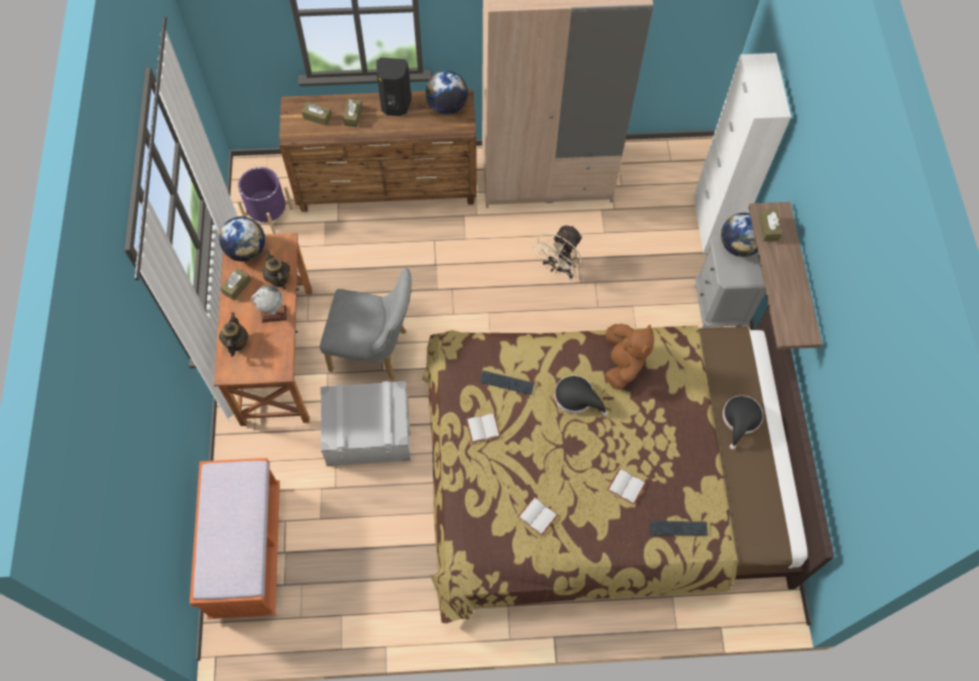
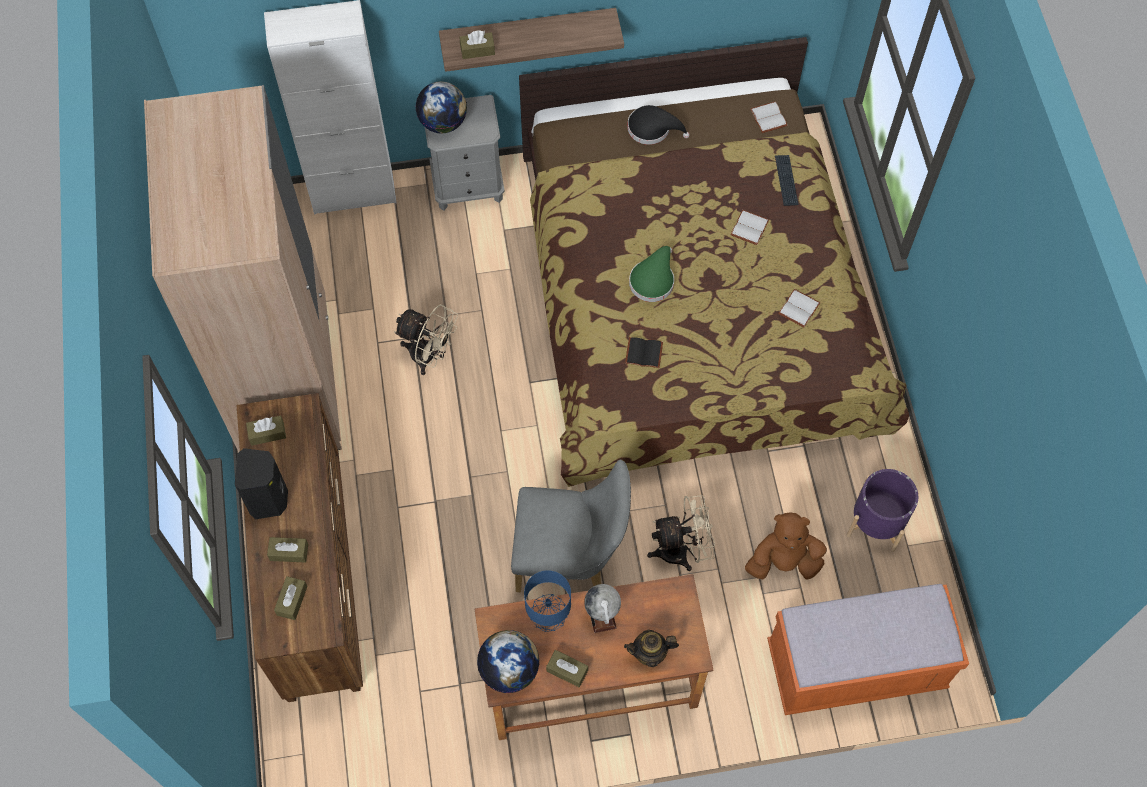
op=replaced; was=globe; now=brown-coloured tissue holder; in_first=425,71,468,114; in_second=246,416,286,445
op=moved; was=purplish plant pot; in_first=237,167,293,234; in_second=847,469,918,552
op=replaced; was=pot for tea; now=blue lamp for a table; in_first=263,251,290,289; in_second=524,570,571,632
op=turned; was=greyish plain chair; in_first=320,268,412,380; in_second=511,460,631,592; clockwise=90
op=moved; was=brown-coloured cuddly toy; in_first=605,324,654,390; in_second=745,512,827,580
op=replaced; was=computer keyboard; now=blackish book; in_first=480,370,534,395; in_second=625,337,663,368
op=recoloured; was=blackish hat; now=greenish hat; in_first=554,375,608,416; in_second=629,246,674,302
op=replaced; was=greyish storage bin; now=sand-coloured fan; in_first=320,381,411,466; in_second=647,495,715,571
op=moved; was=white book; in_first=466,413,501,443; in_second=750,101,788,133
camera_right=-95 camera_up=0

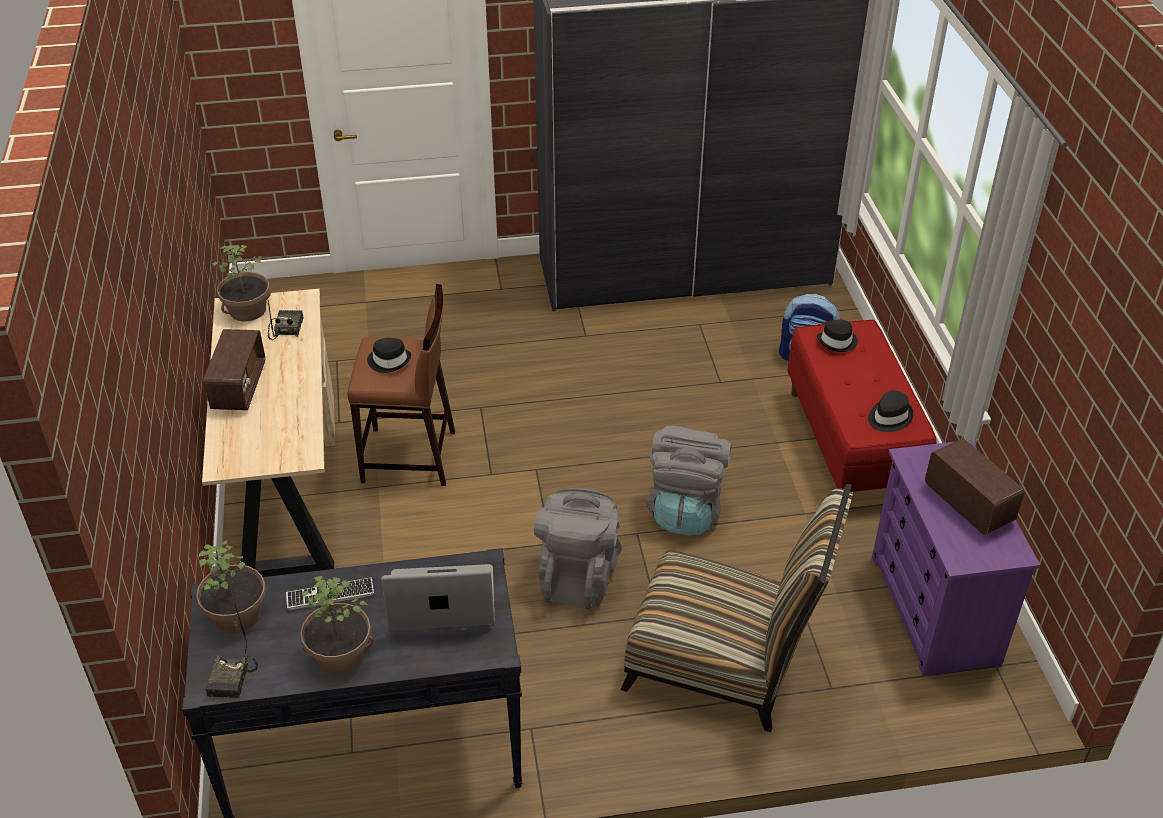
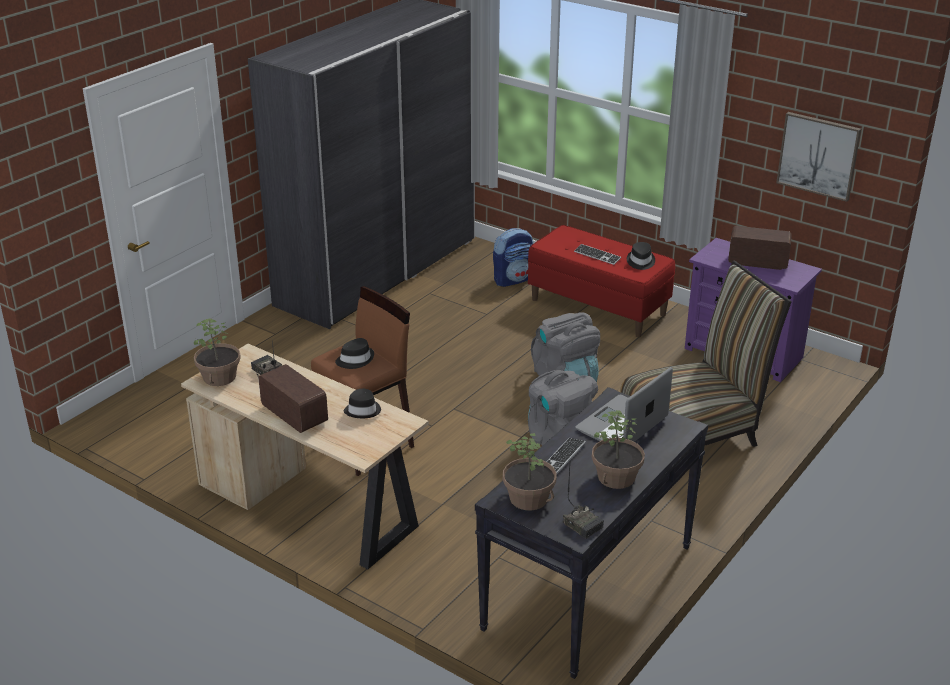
op=moved; was=blackish hat; in_first=817,319,858,352; in_second=344,389,381,418
op=added; now=wall art; in_second=776,112,861,202
op=added; now=computer keyboard; in_second=574,244,621,265
camera_right=-45 camera_up=-10

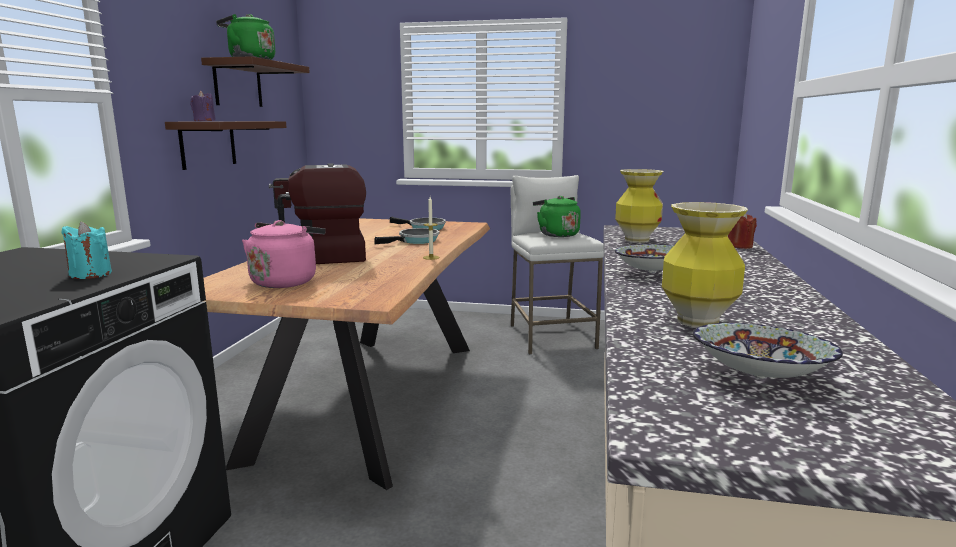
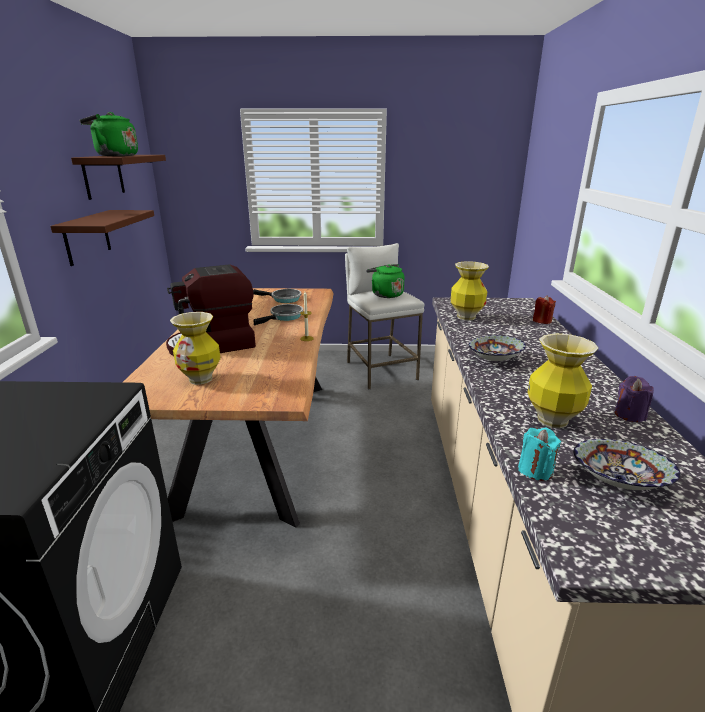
op=moved; was=purplish wax light; in_first=190,91,216,121; in_second=615,376,654,422
op=replaced; was=pink kettle; now=flower vase; in_first=242,220,326,288; in_second=170,312,221,385
op=moved; was=turquoise-coloured wax light; in_first=61,222,112,279; in_second=518,428,561,481
camera_right=-10 camera_up=10

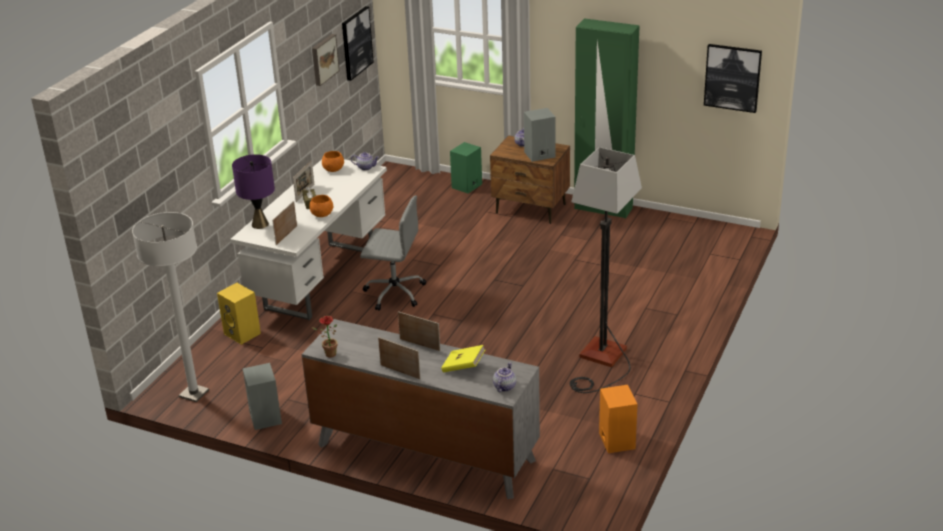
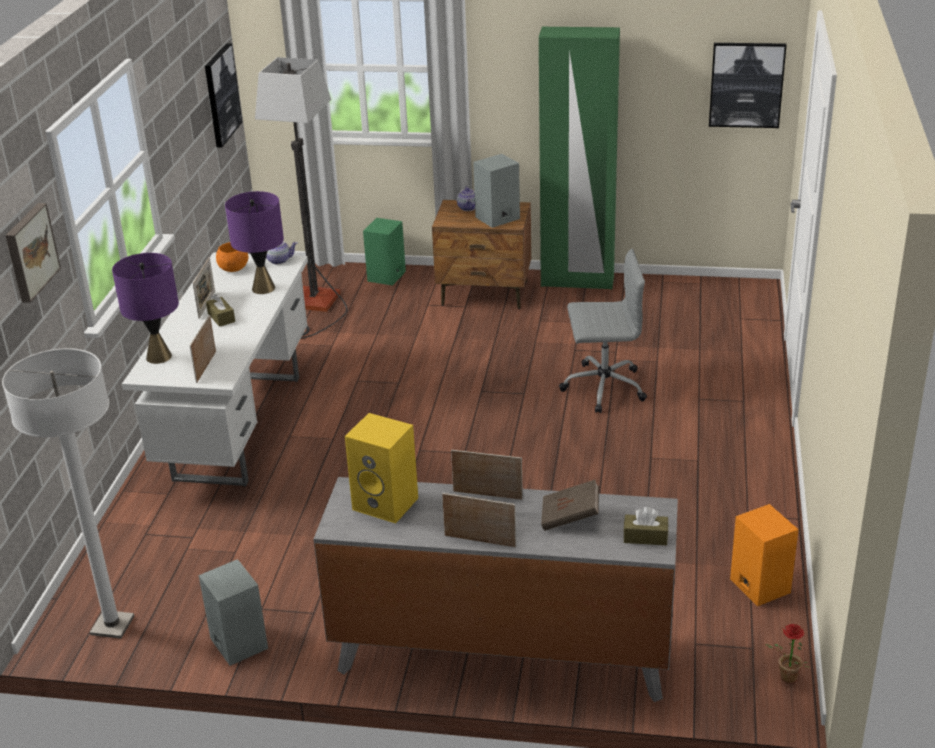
op=moved; was=wall art; in_first=312,34,340,86; in_second=5,203,61,303
op=moved; was=standard lamp; in_first=570,147,642,393; in_second=255,57,347,339
op=removed; was=orange-coloured serving bowl; in_first=309,195,333,217
op=moved; was=greyish desk chair; in_first=360,195,426,311; in_second=559,249,647,413
op=moved; was=yellow audio speaker; in_first=217,283,261,345; in_second=345,413,418,523
op=moved; was=plant in a pot; in_first=312,316,338,357; in_second=765,624,810,683
op=recoloured; was=yellow book; now=brown-coloured book; in_first=441,345,486,372; in_second=541,480,599,531
op=replaced; was=pot for tea; now=brown-coloured tissue holder; in_first=493,362,516,392; in_second=623,507,668,545
op=added; now=purplish lamp for a table; in_second=225,191,284,294
camera_right=-15 camera_up=0

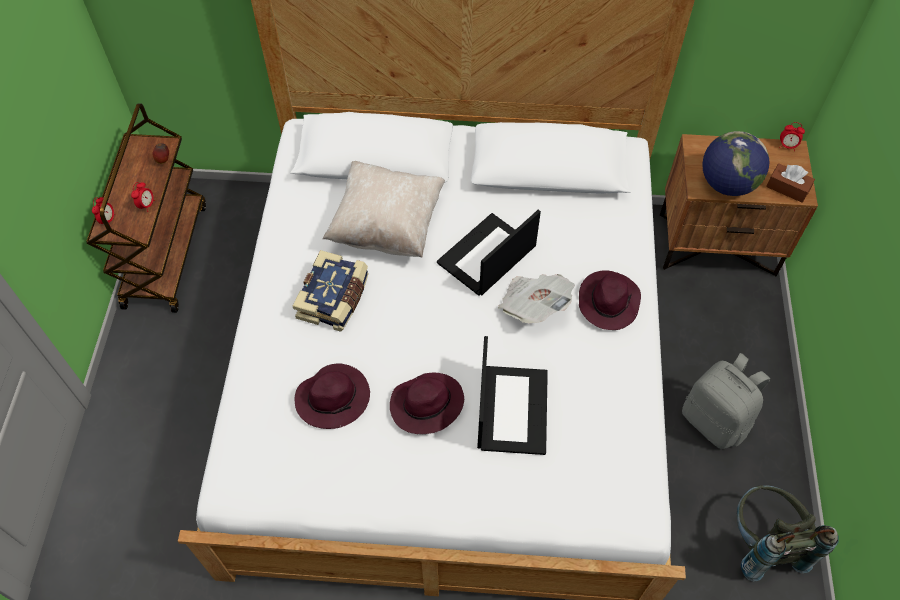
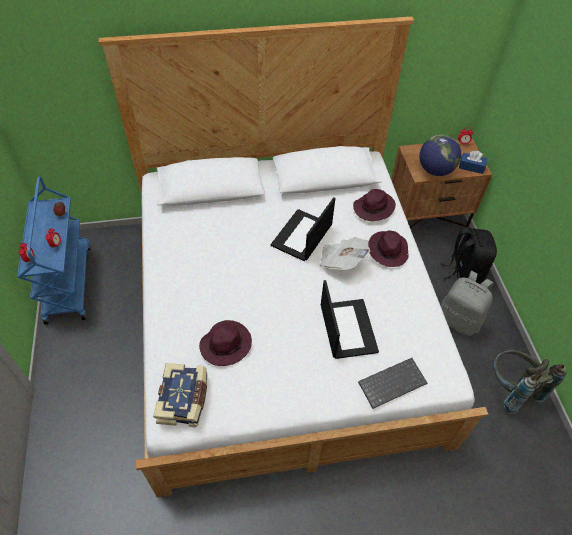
op=recoloured; was=brown-coloured trolley; now=blue trolley; in_first=86,103,206,313; in_second=17,177,90,325
op=removed; was=sand-coloured cushion; in_first=323,161,445,258
op=recoloured; was=brown-coloured tissue holder; now=blue tissue holder; in_first=766,163,815,203; in_second=459,151,487,174
op=moved; was=book; in_first=293,250,369,332; in_second=153,363,208,427
op=moved; was=purplish hat; in_first=390,373,464,434; in_second=353,189,396,221
op=added; now=blackish backpack; in_second=440,228,497,284
op=added; now=computer keyboard; in_second=358,358,427,409
camera_right=-15 camera_up=-5

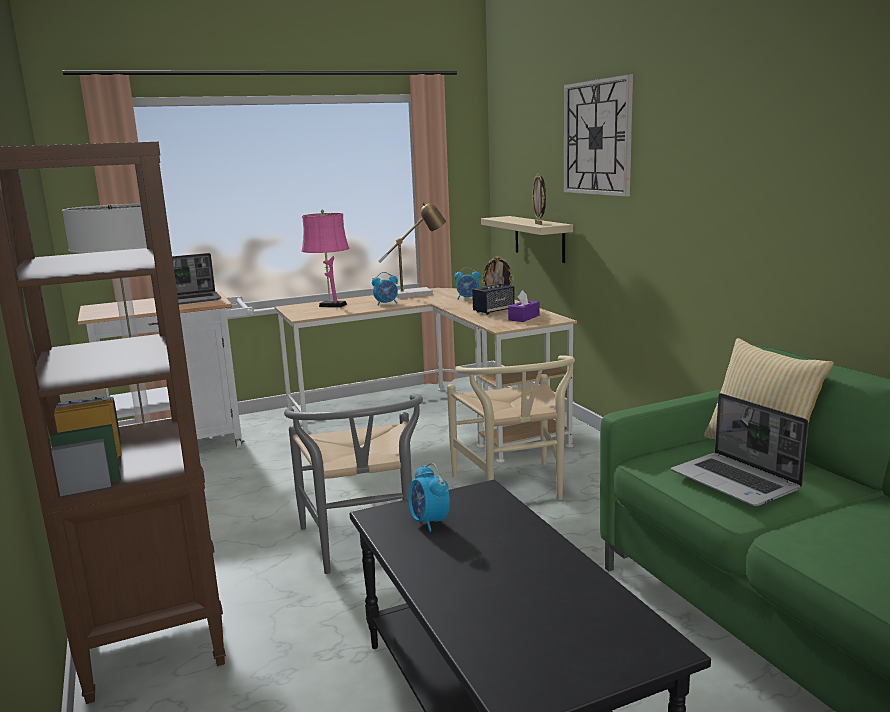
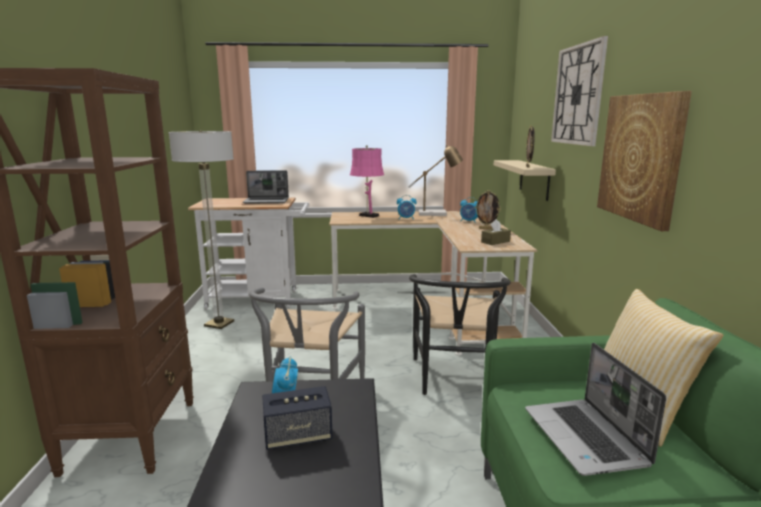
op=moved; was=audio speaker; in_first=472,284,515,315; in_second=262,386,333,450
op=recoloured; was=purplish tissue holder; now=brown-coloured tissue holder; in_first=508,290,539,322; in_second=481,219,511,245
op=recoloured; was=sand-coloured plain chair; now=blackish plain chair; in_first=447,355,575,500; in_second=409,274,511,395
op=added; now=wall art; in_second=597,91,692,231
camera_right=20 camera_up=0

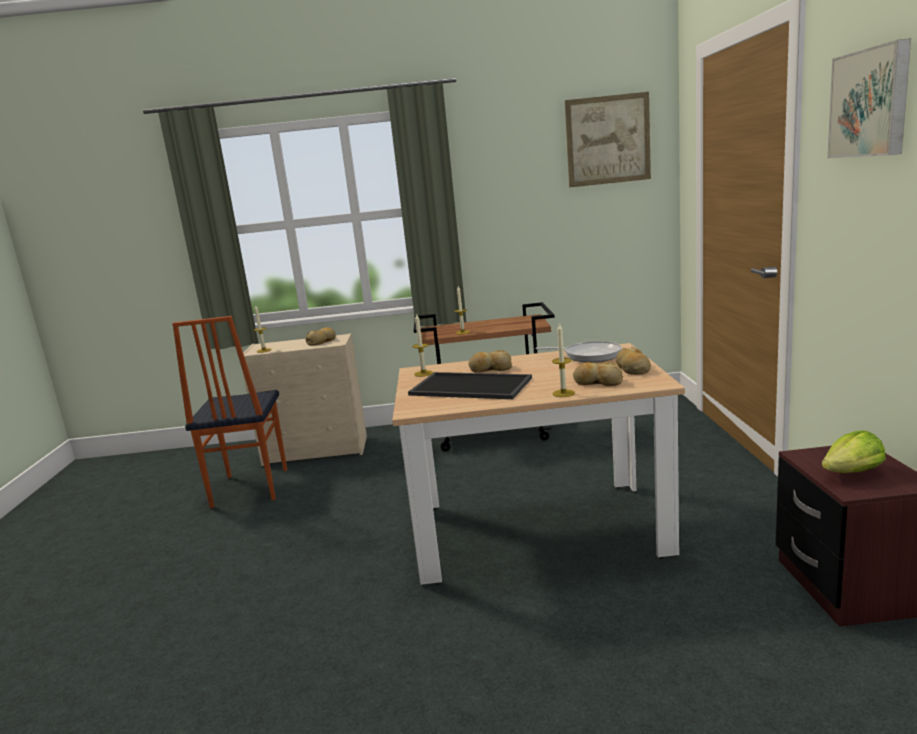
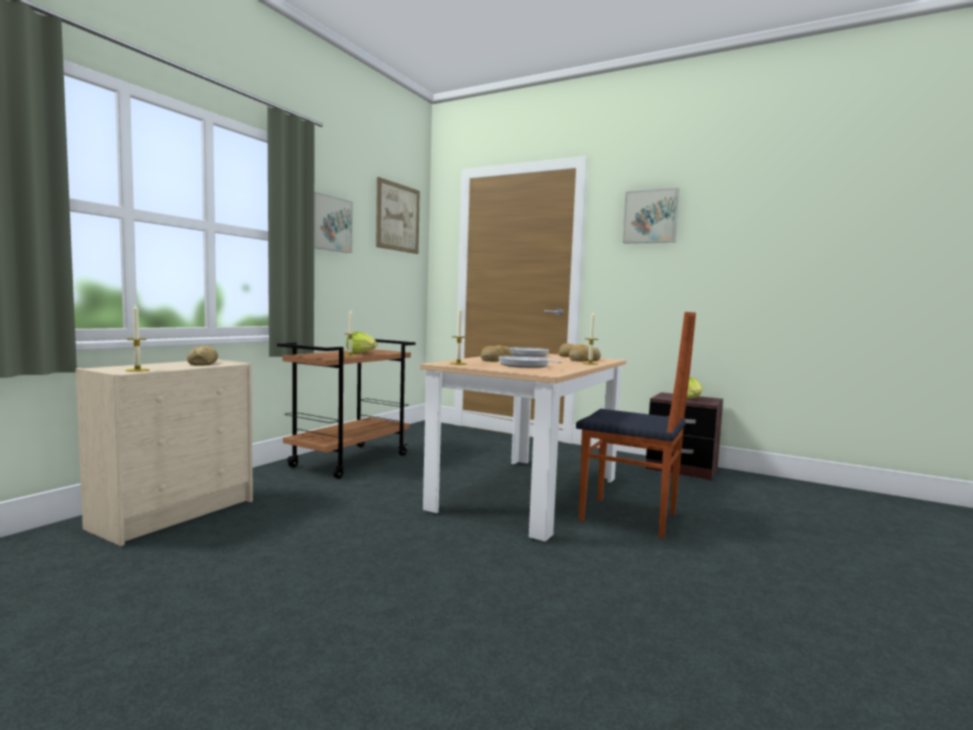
op=moved; was=plain chair; in_first=172,316,287,508; in_second=576,312,696,539
op=replaced; was=serving tray; now=pan; in_first=408,372,532,399; in_second=499,356,562,368
op=added; now=wall art; in_second=314,192,353,253
op=added; now=lettuce; in_second=346,332,377,353
camera_right=-60 camera_up=-10

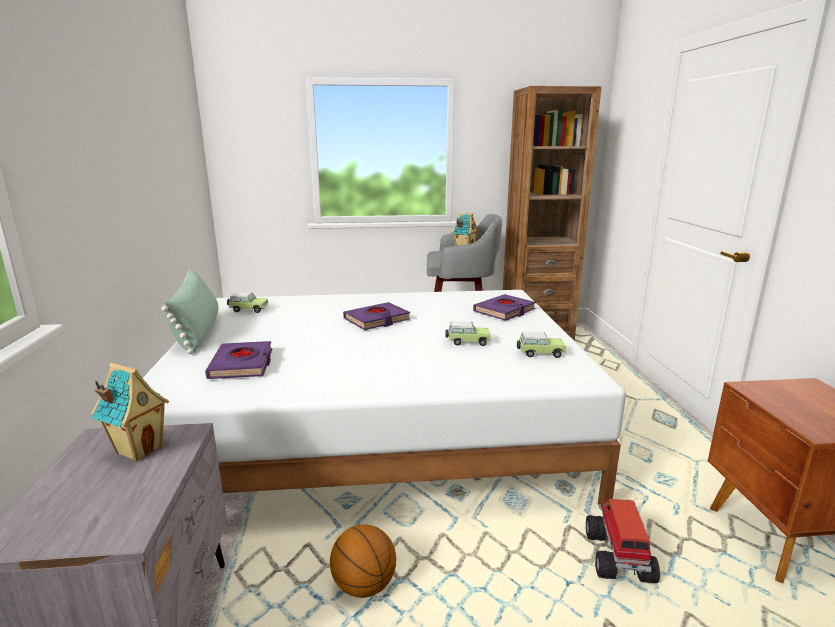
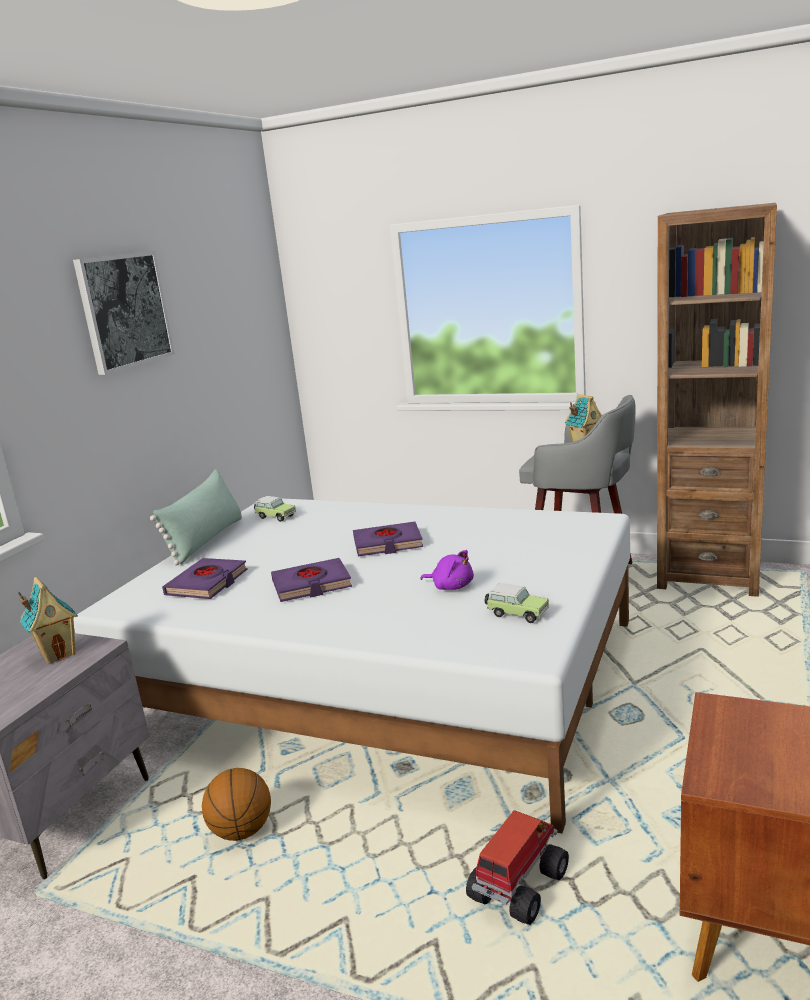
op=moved; was=purplish book; in_first=473,294,536,321; in_second=271,558,352,602
op=replaced; was=toy car; now=purplish cuddly toy; in_first=445,321,491,346; in_second=420,550,474,590
op=added; now=wall art; in_second=73,251,175,375
camera_right=30 camera_up=0

